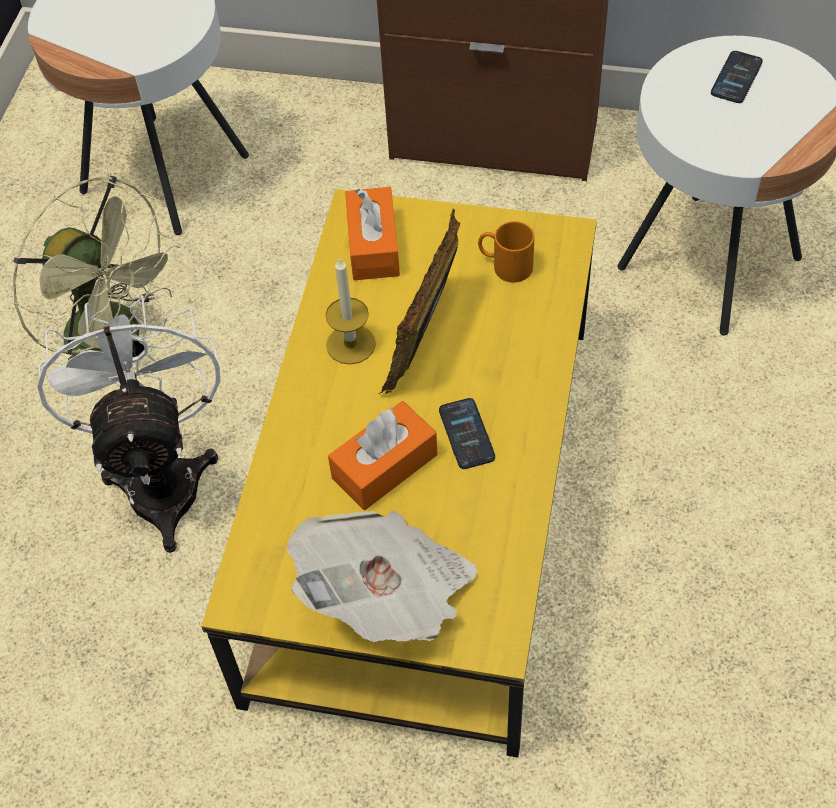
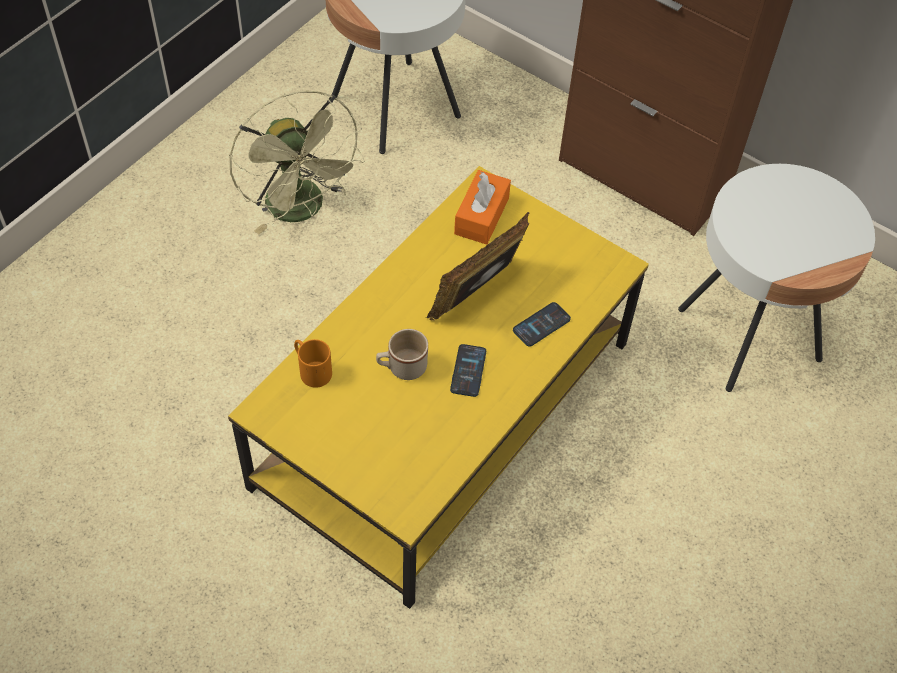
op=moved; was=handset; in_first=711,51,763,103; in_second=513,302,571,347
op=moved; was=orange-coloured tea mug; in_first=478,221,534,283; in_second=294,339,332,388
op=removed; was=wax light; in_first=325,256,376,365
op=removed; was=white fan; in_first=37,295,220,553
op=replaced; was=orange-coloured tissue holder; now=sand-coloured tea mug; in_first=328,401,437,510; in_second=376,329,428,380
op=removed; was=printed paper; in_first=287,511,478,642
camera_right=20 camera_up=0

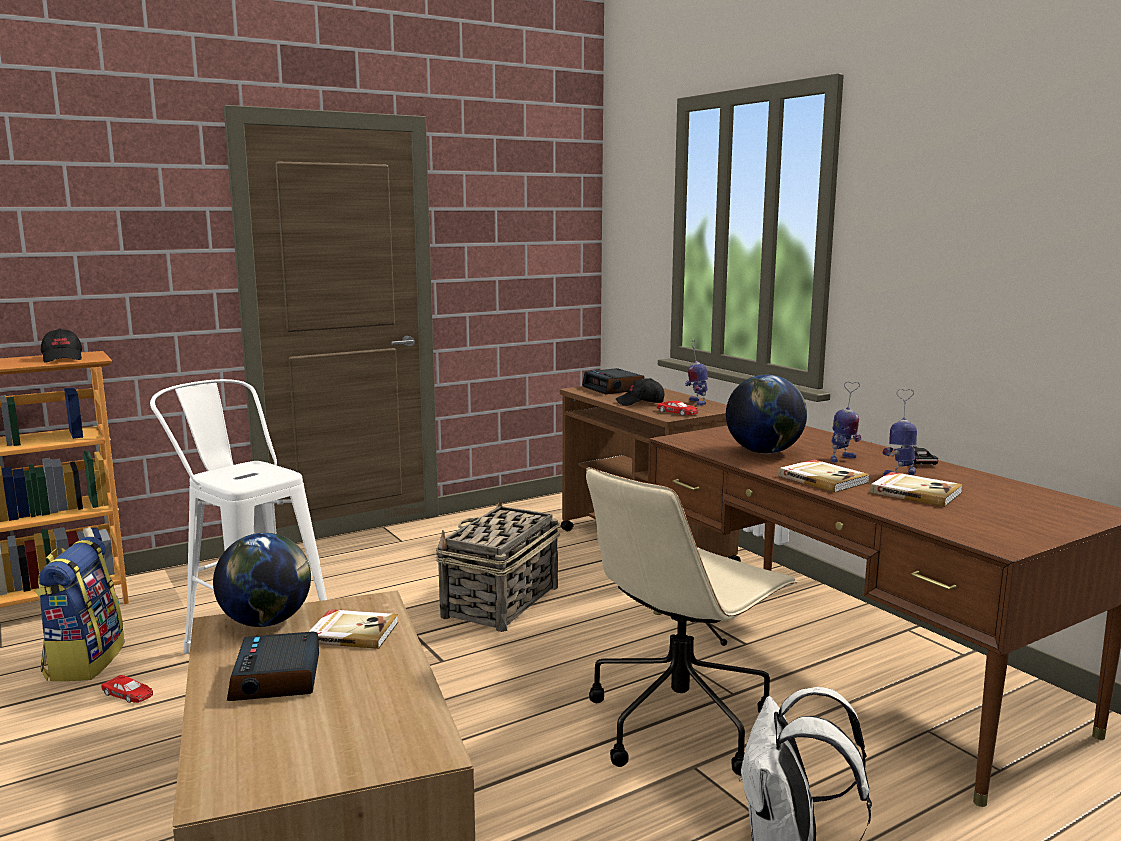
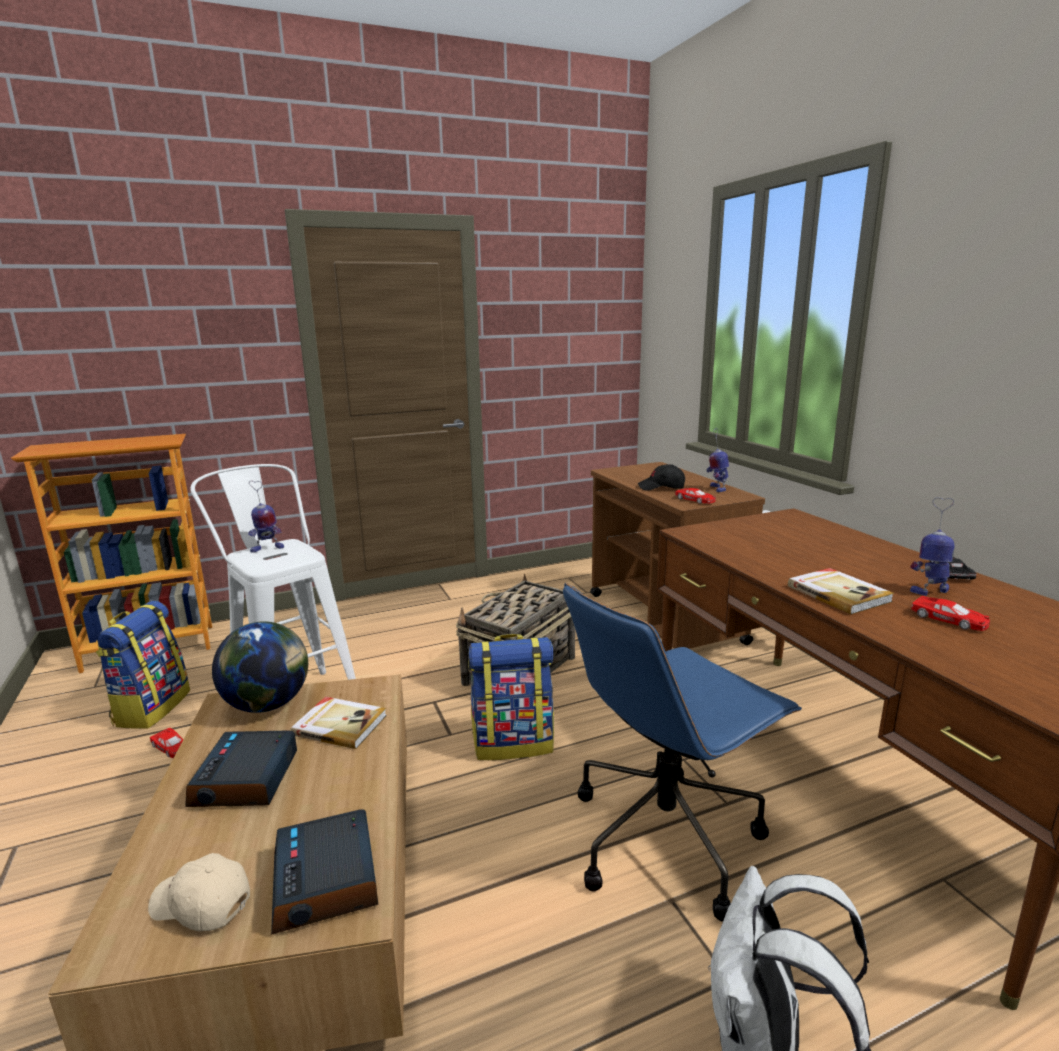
op=removed; was=blackish peaked cap; in_first=41,328,82,363
op=moved; was=bedside clock; in_first=582,368,644,394; in_second=271,809,378,935
op=removed; was=globe; in_first=726,375,807,454
op=moved; was=robot figure; in_first=831,382,861,463; in_second=248,481,284,553
op=recoloured; was=sand-coloured desk chair; now=blue desk chair; in_first=586,467,798,776; in_second=563,583,802,922
op=replaced; was=book; now=reddish toy car; in_first=870,472,963,507; in_second=911,596,990,631
op=added; now=backpack; in_second=468,634,554,760
op=added; now=sand-coloured peaked cap; in_second=148,853,250,931
camera_right=10 camera_up=5

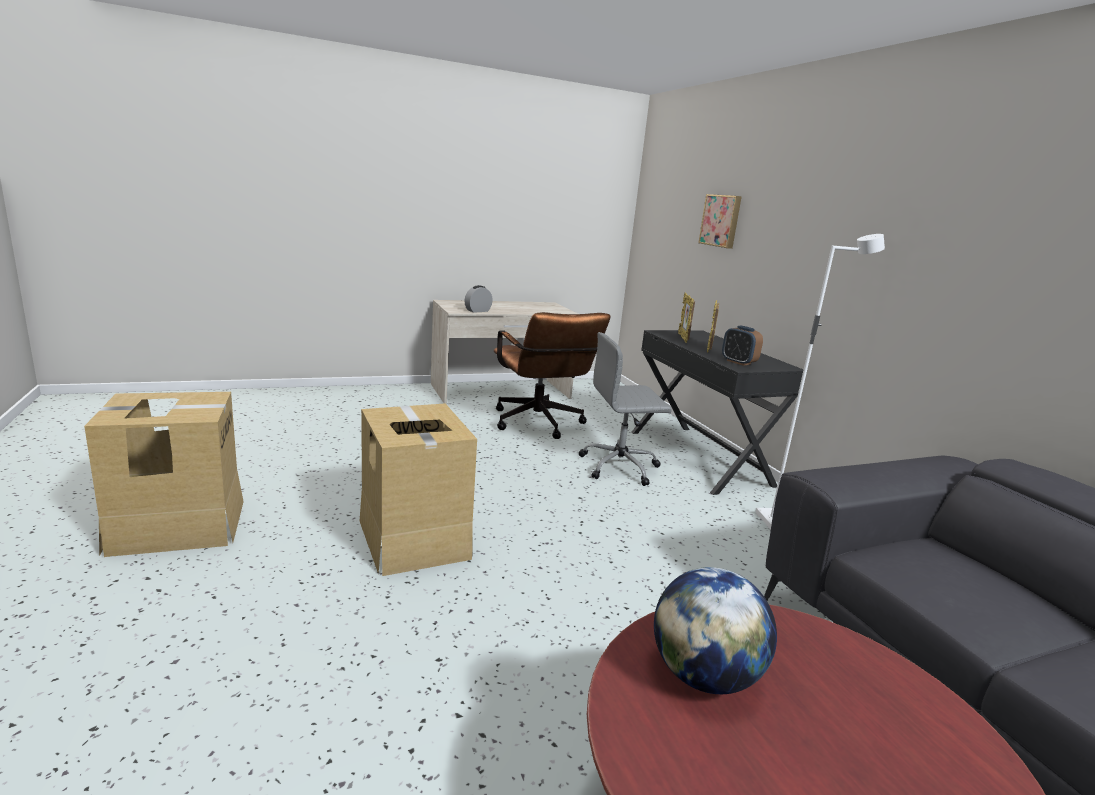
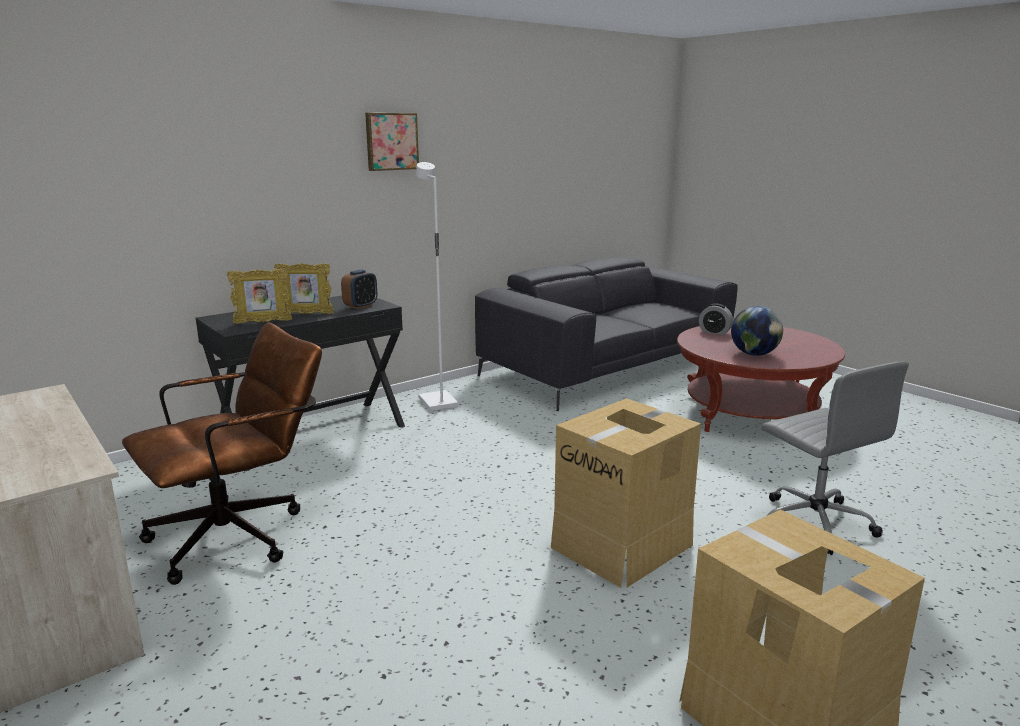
op=moved; was=wall art; in_first=698,194,742,249; in_second=365,113,419,171
op=moved; was=bedside clock; in_first=464,285,493,313; in_second=699,304,733,335
op=moved; was=greyish desk chair; in_first=579,332,672,486; in_second=761,362,909,555
camera_right=-105 camera_up=0

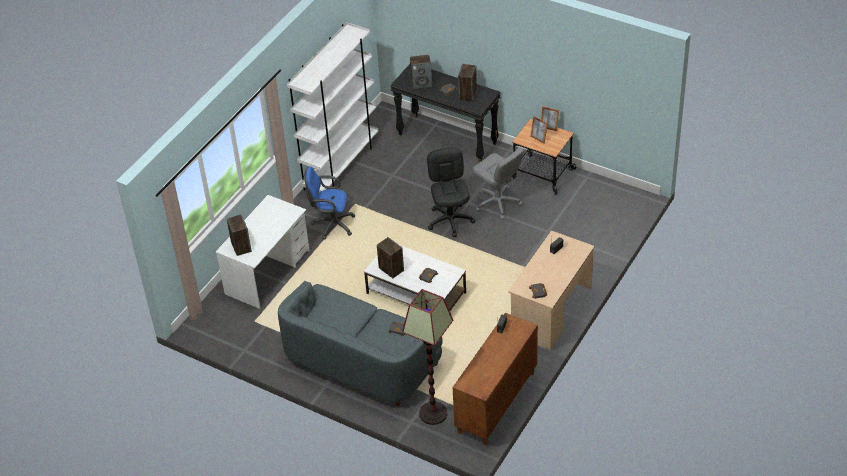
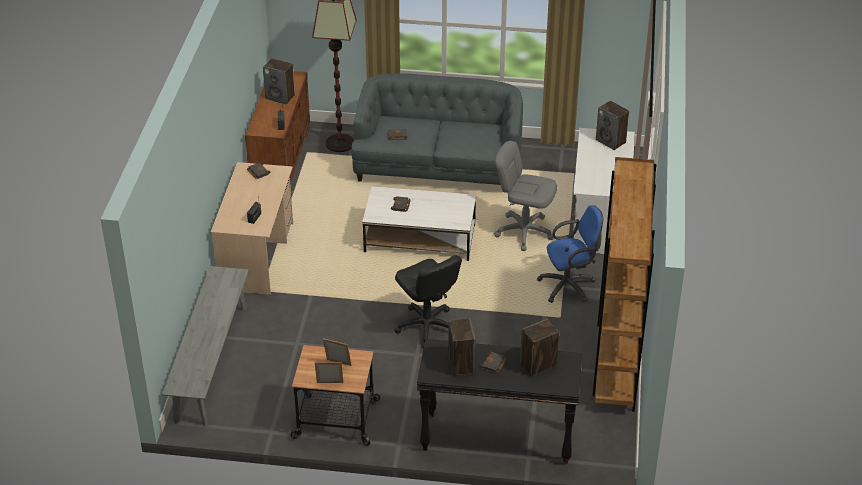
op=recoloured; was=white shelving unit; now=brown-coloured shelving unit; in_first=287,22,378,193; in_second=593,157,657,412
op=moved; was=greyish desk chair; in_first=473,147,524,220; in_second=494,141,557,251
op=moved; was=audio speaker; in_first=377,237,404,278; in_second=263,58,295,104
op=added; now=greyish bench; in_second=162,266,249,427
camera_right=155 camera_up=-5

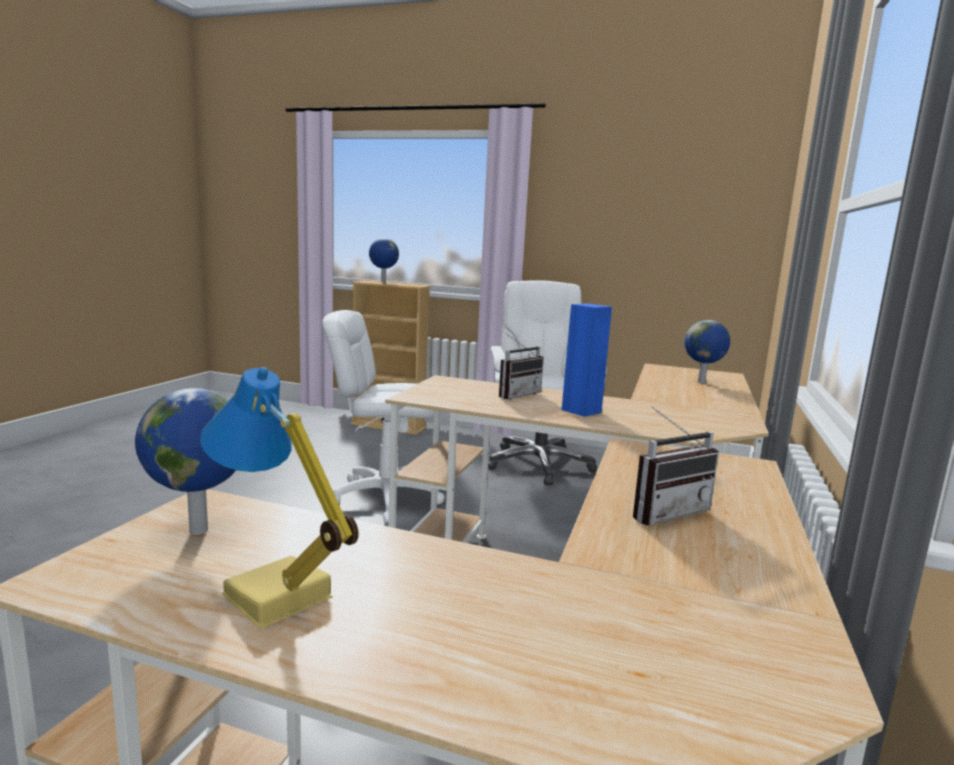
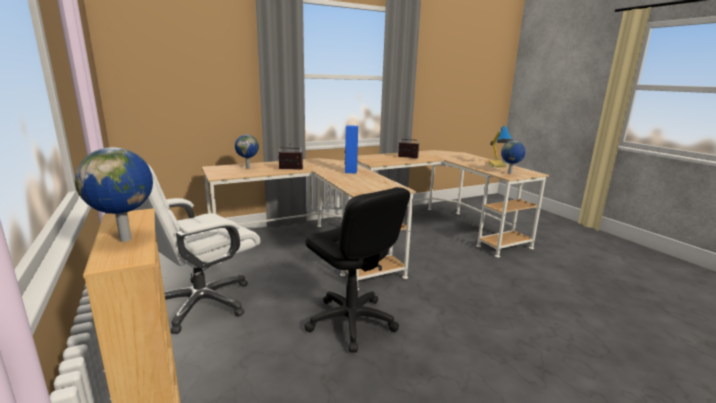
op=recoloured; was=white desk chair; now=blackish desk chair; in_first=322,310,445,523; in_second=304,187,410,353
op=moved; was=radio; in_first=499,333,544,400; in_second=278,144,303,170
camera_right=-135 camera_up=5

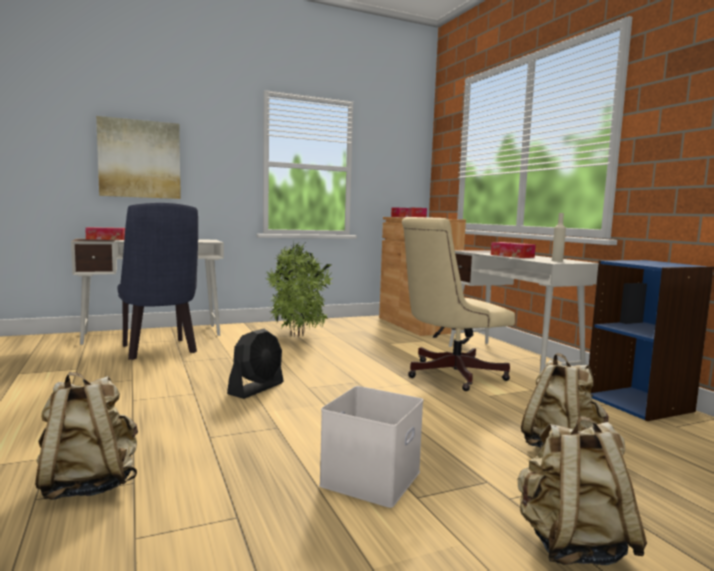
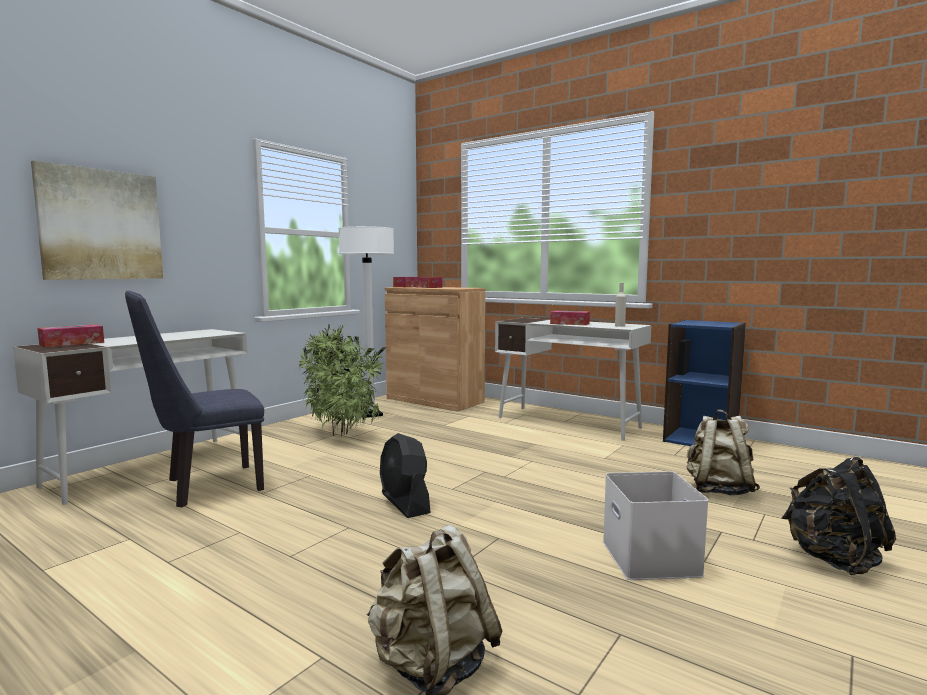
op=turned; was=blue plain chair; in_first=117,203,198,360; in_second=125,291,264,507; clockwise=120
op=removed; was=sand-coloured desk chair; in_first=402,217,515,391
op=turned; was=blackish fan; in_first=227,329,283,399; in_second=380,433,430,518; clockwise=150
op=recoloured; was=sand-coloured backpack; now=blackish backpack; in_first=518,416,647,565; in_second=781,457,896,575
op=added; now=white standard lamp; in_second=338,226,394,418
camera_right=-30 camera_up=0

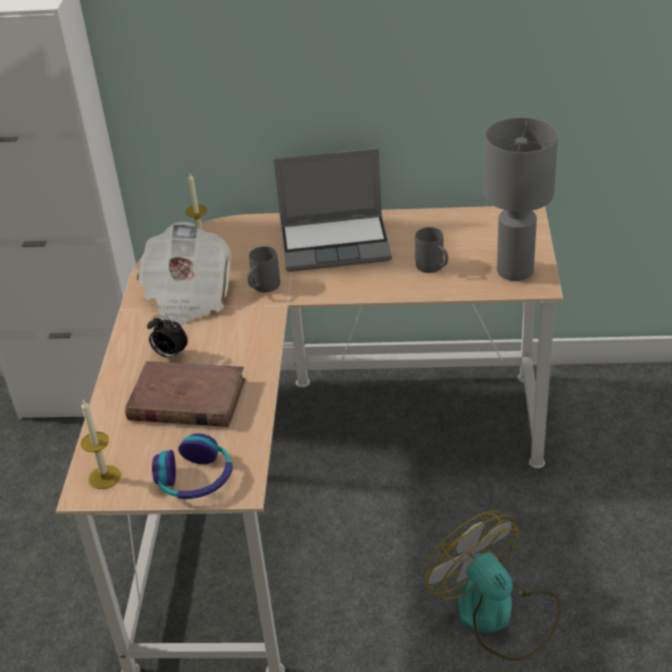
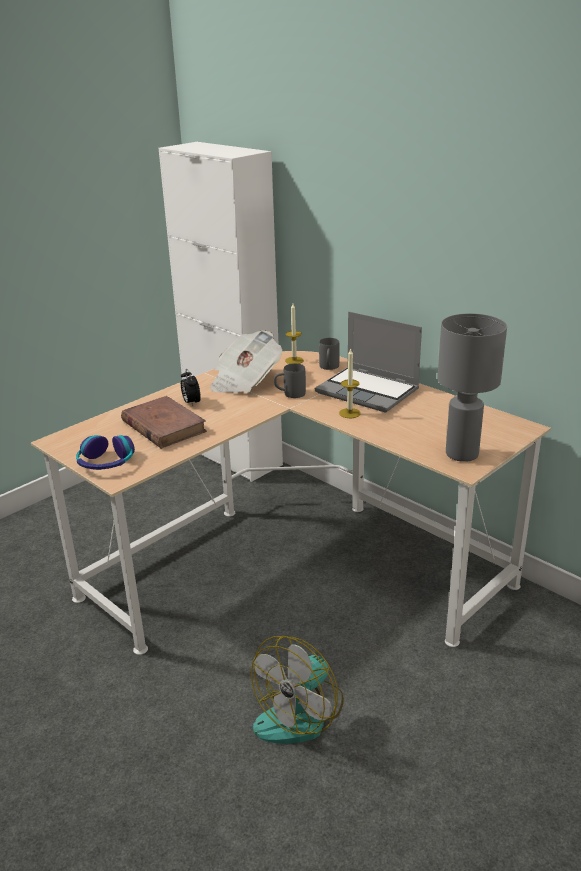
op=moved; was=greyish tea mug; in_first=415,227,448,273; in_second=319,338,340,370
op=moved; was=wax light; in_first=81,399,121,489; in_second=339,348,361,418
op=turned; was=fan; in_first=424,510,561,661; in_second=251,636,344,744; clockwise=-150
camera_right=40 camera_up=-10

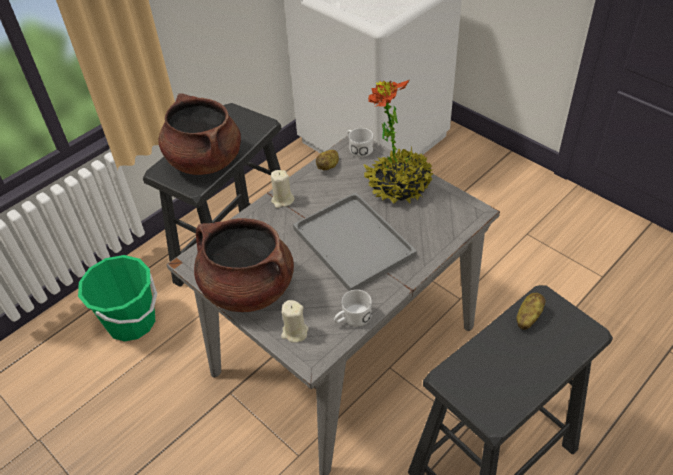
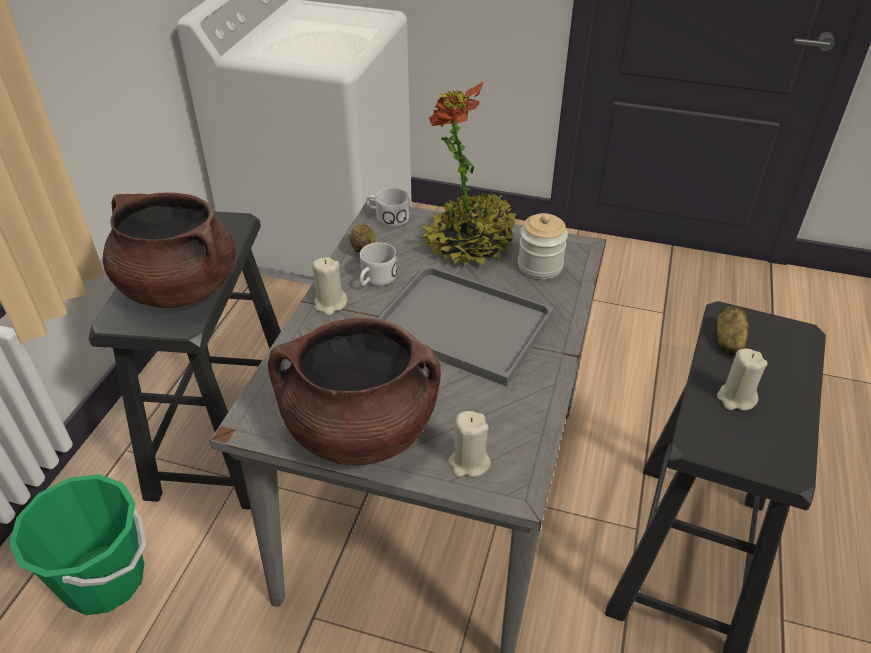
op=moved; was=white tea mug; in_first=334,290,372,327; in_second=359,242,397,286
op=added; now=jar; in_second=518,213,568,280
op=added; now=sand-coloured wax light; in_second=717,348,768,411
camera_right=-30 camera_up=-5

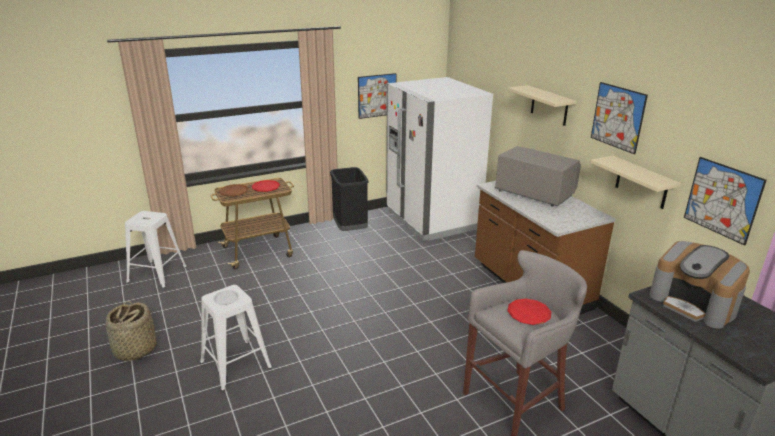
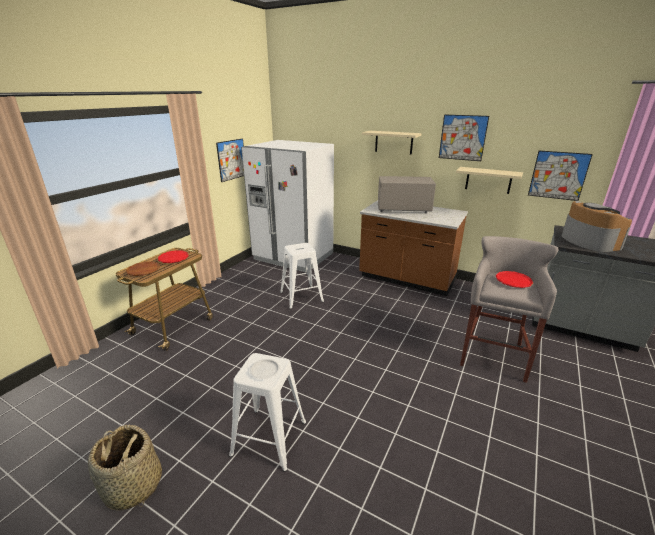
op=removed; was=blackish trash can; in_first=330,167,369,231
op=moved; was=white stool; in_first=125,211,187,288; in_second=280,243,324,309
op=turned; was=coffee machine; in_first=649,241,750,329; in_second=562,201,632,252; clockwise=-120
camera_right=-35 camera_up=0

